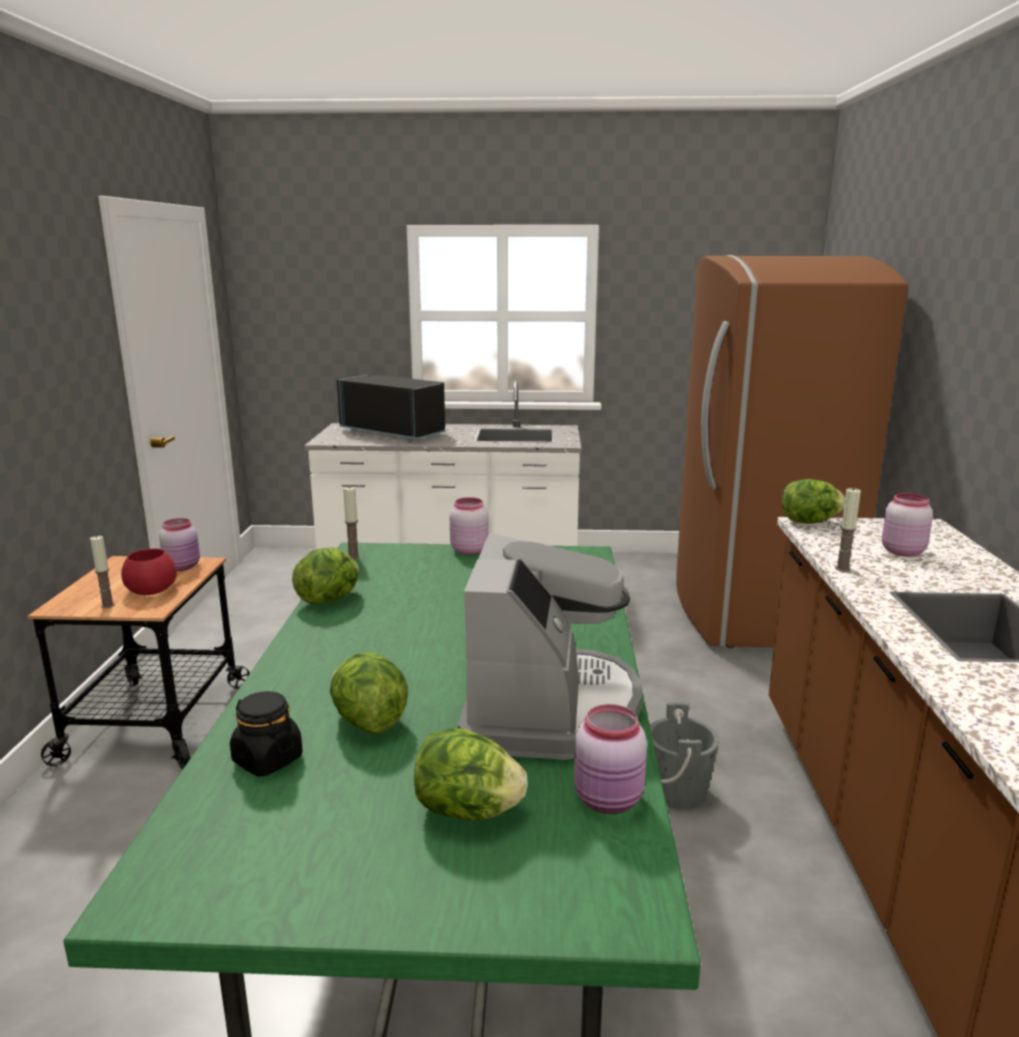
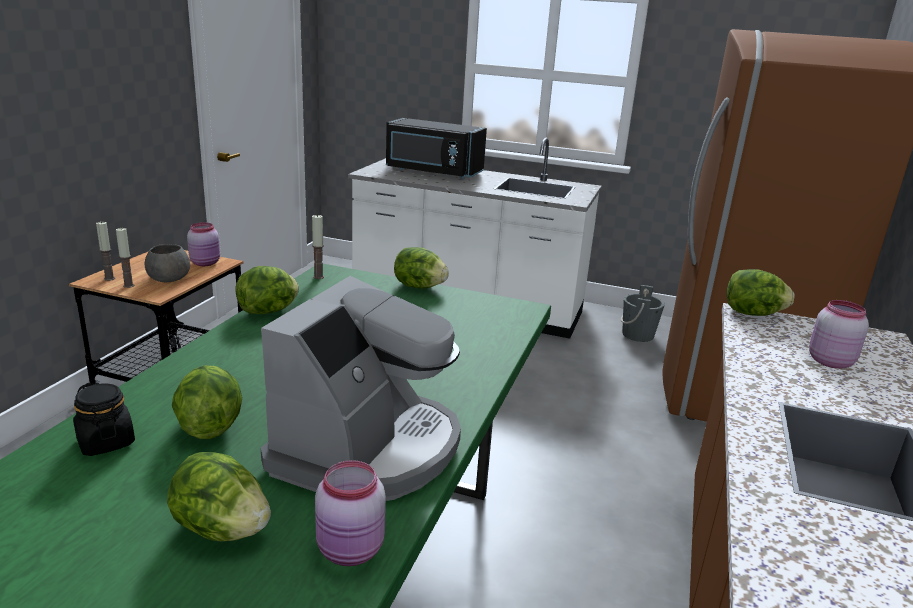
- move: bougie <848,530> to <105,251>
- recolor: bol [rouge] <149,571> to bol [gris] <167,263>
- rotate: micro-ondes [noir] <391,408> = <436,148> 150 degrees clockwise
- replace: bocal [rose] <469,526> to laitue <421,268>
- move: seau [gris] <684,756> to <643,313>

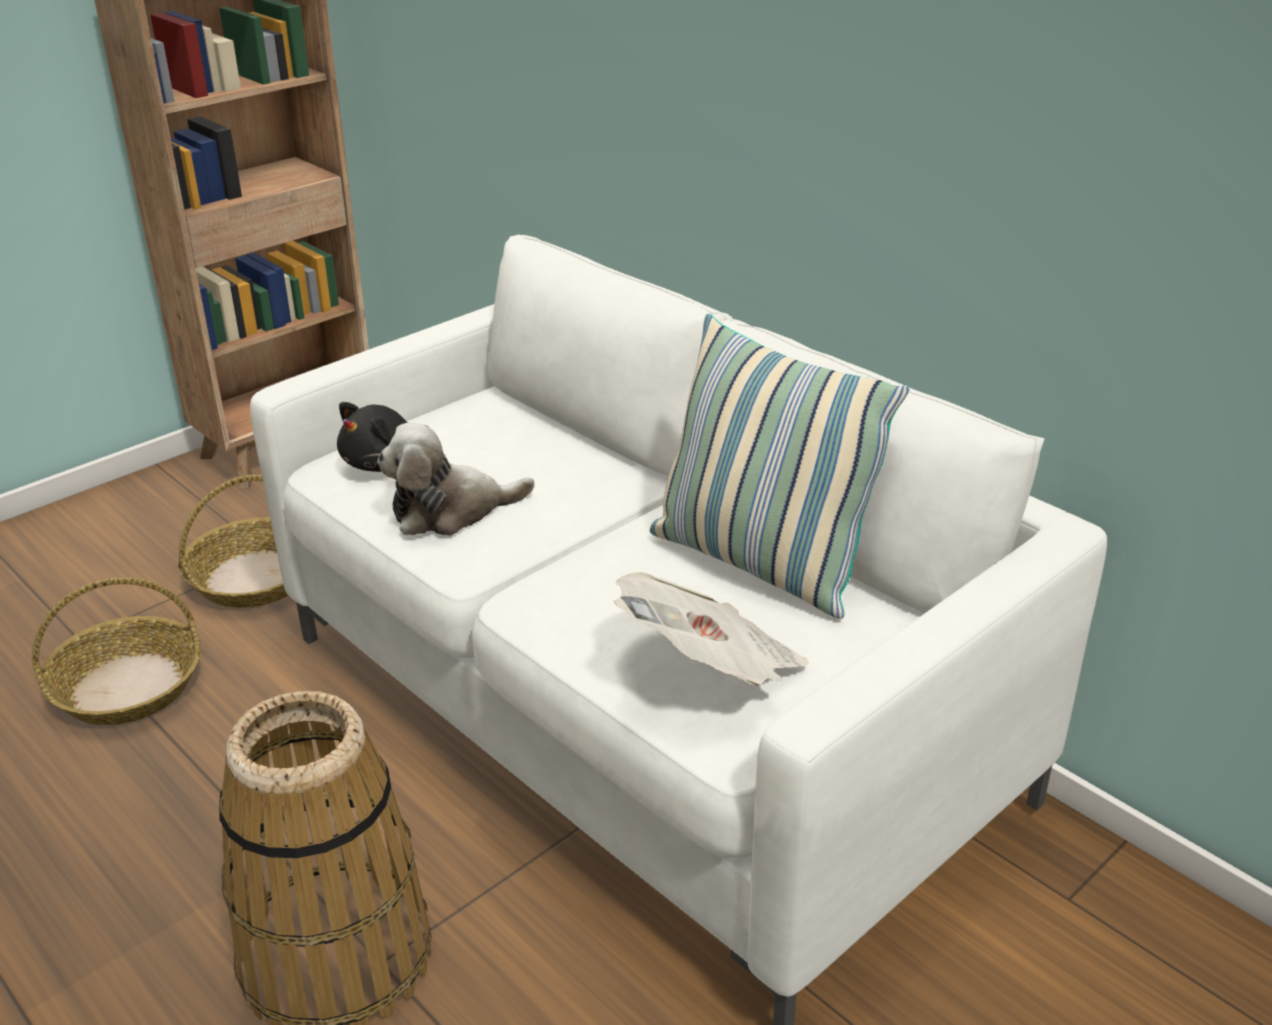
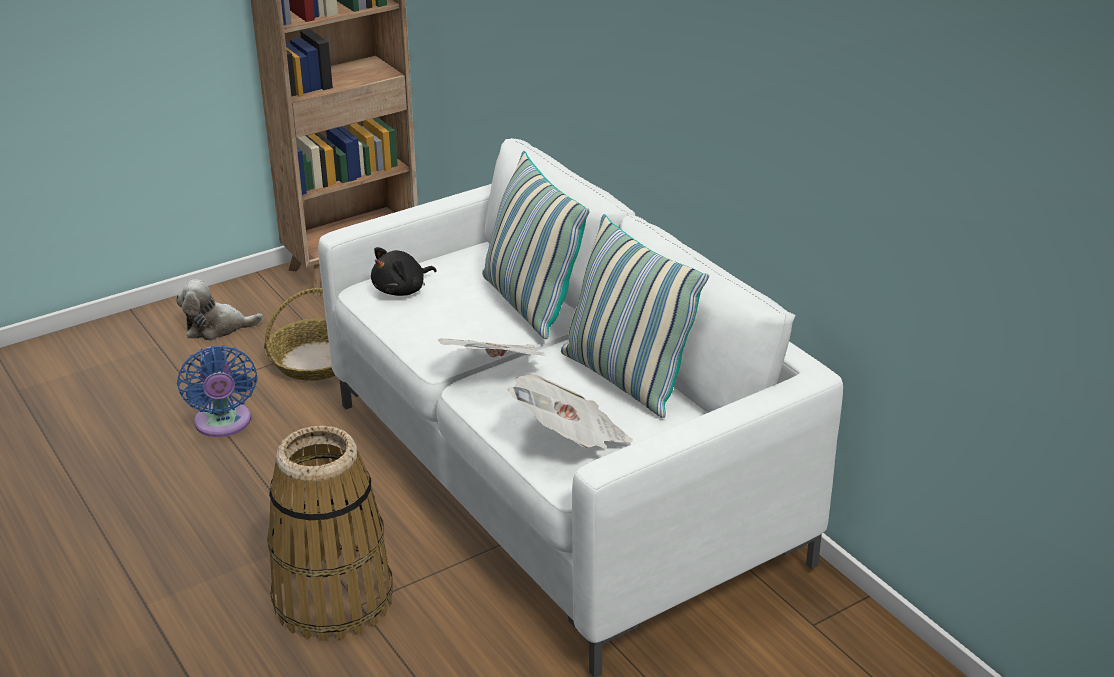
- move: peluche <456,478> to <219,310>
- replace: panier <116,651> to ventilateur [bleu] <217,391>
- insert: journal <491,347>
- insert: coussin <536,245>

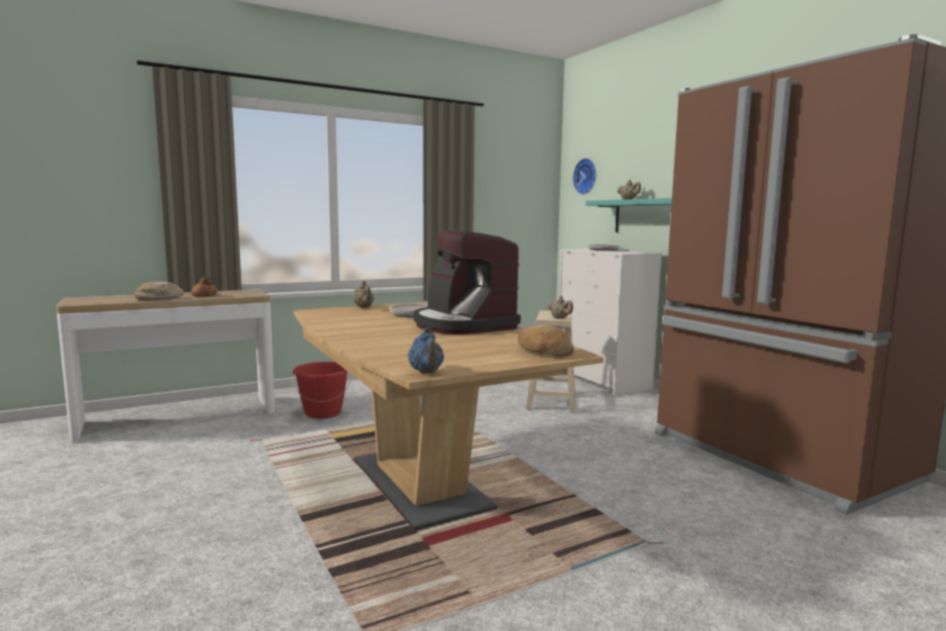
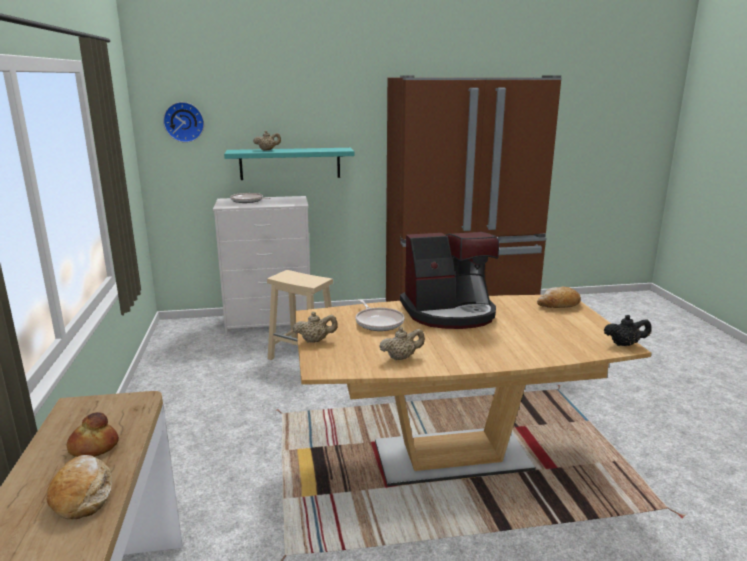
- move: théière [beige] <560,307> to <402,343>
- recolor: théière [bleu] <426,350> to théière [noir] <627,330>
- delete: seau [rouge] <322,390>

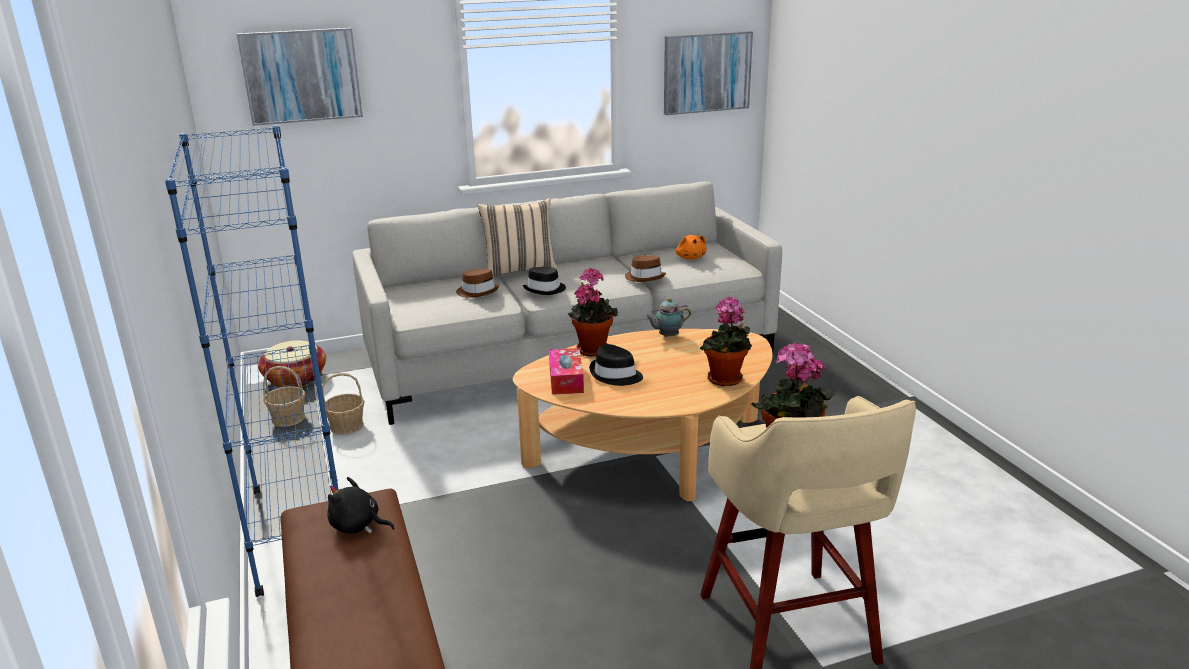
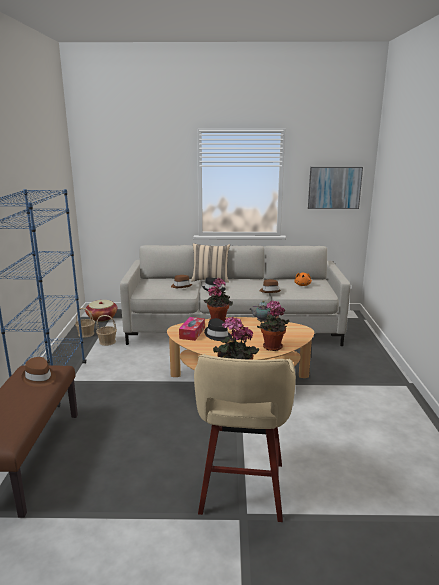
- replace: peluche [noir] <361,505> to chapeau [marron] <38,372>
- delete: tableau <300,77>

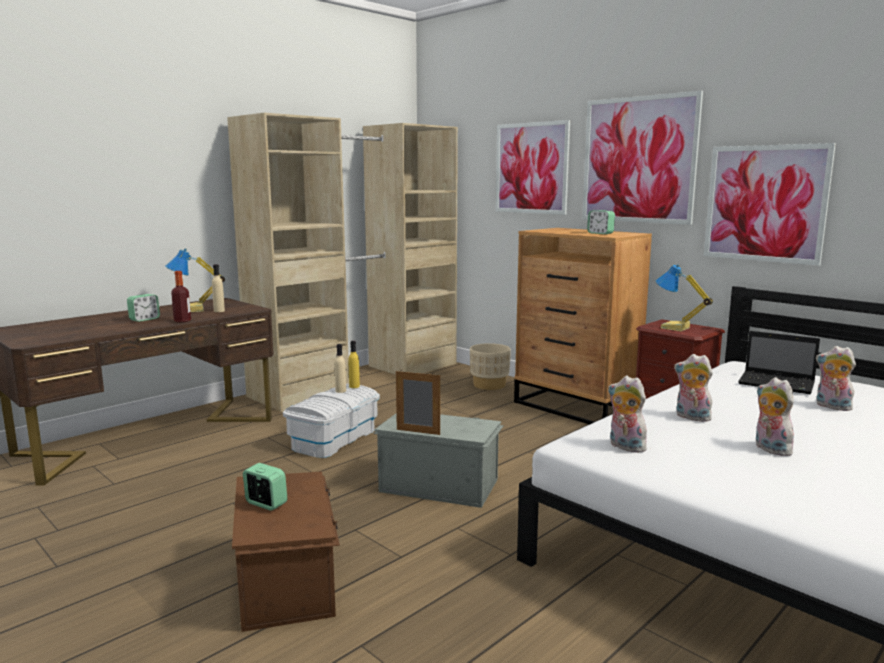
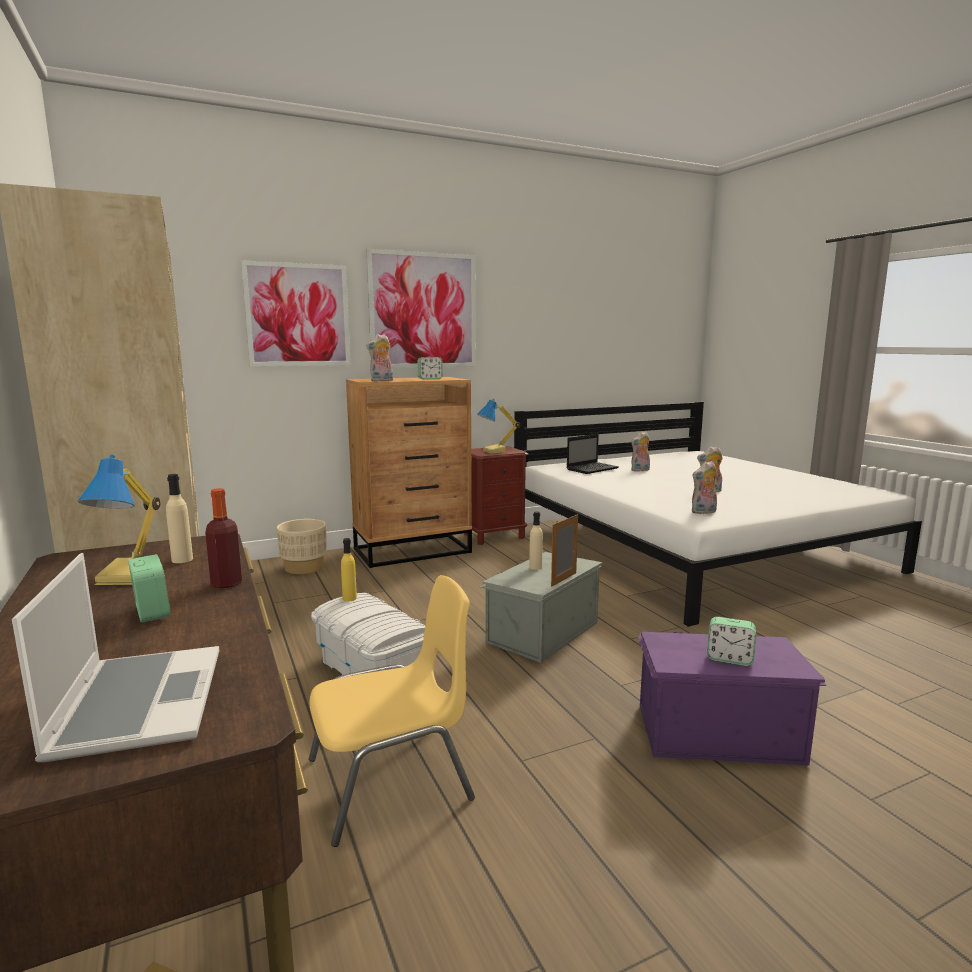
- insert: ordinateur portable <115,657>
- insert: chaise [jaune] <392,711>
- move: peluche <693,388> to <379,358>
- move: bouteille [beige] <340,368> to <536,540>
- recolor: boîte de rangement [marron] <286,551> to boîte de rangement [violet] <732,699>
- rotate: réveil <265,487> = <731,641> 120 degrees counterclockwise
- delete: tableau <770,204>

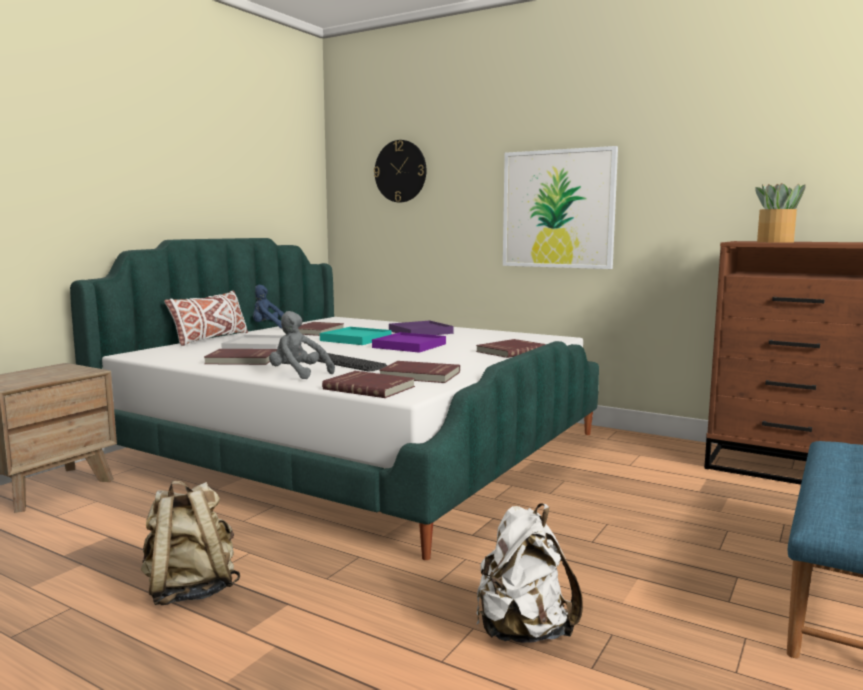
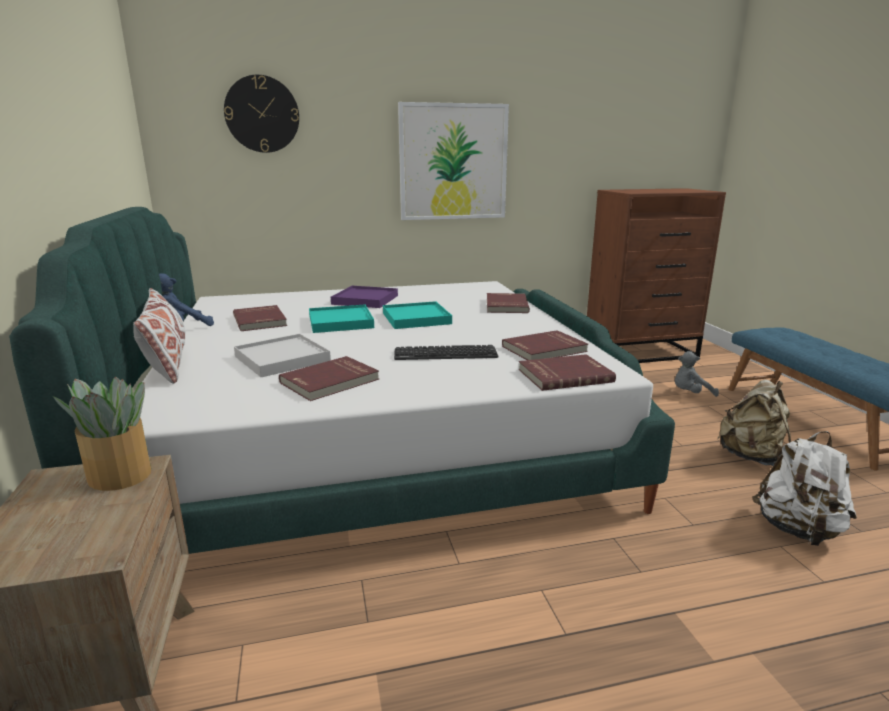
- move: plante en pot <780,213> to <102,434>
- recolor: plateau [violet] <409,342> to plateau [turquoise] <417,315>
- move: peluche [gris] <302,345> to <697,374>
- move: sac à dos [beige] <190,543> to <754,423>

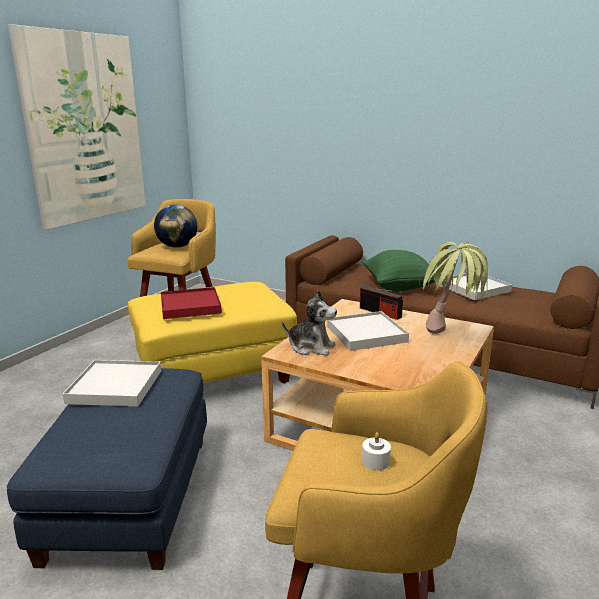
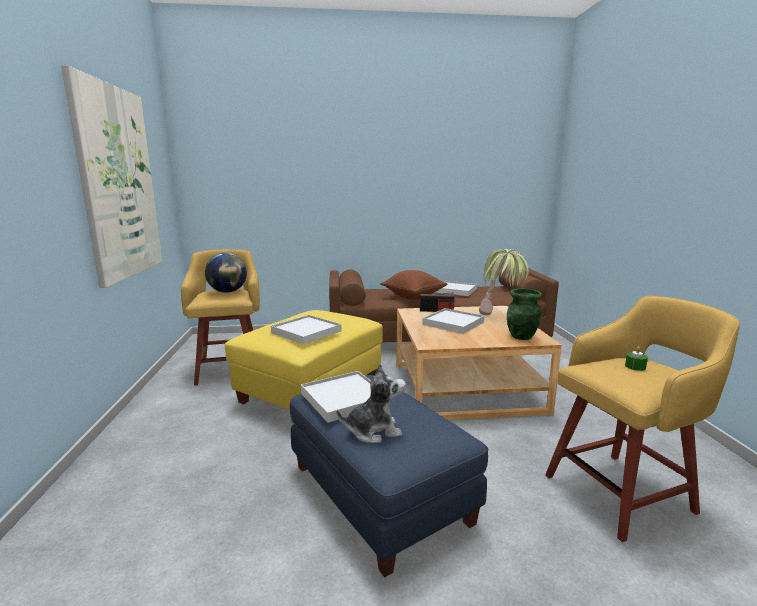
- recolor: plateau [rouge] <191,303> to plateau [blanc] <306,329>
- move: peluche <309,323> to <371,403>
- recolor: coussin [vert] <398,270> to coussin [marron] <413,285>
- insert: vase [vert] <524,314>
- recolor: bougie [blanc] <376,451> to bougie [vert] <636,358>

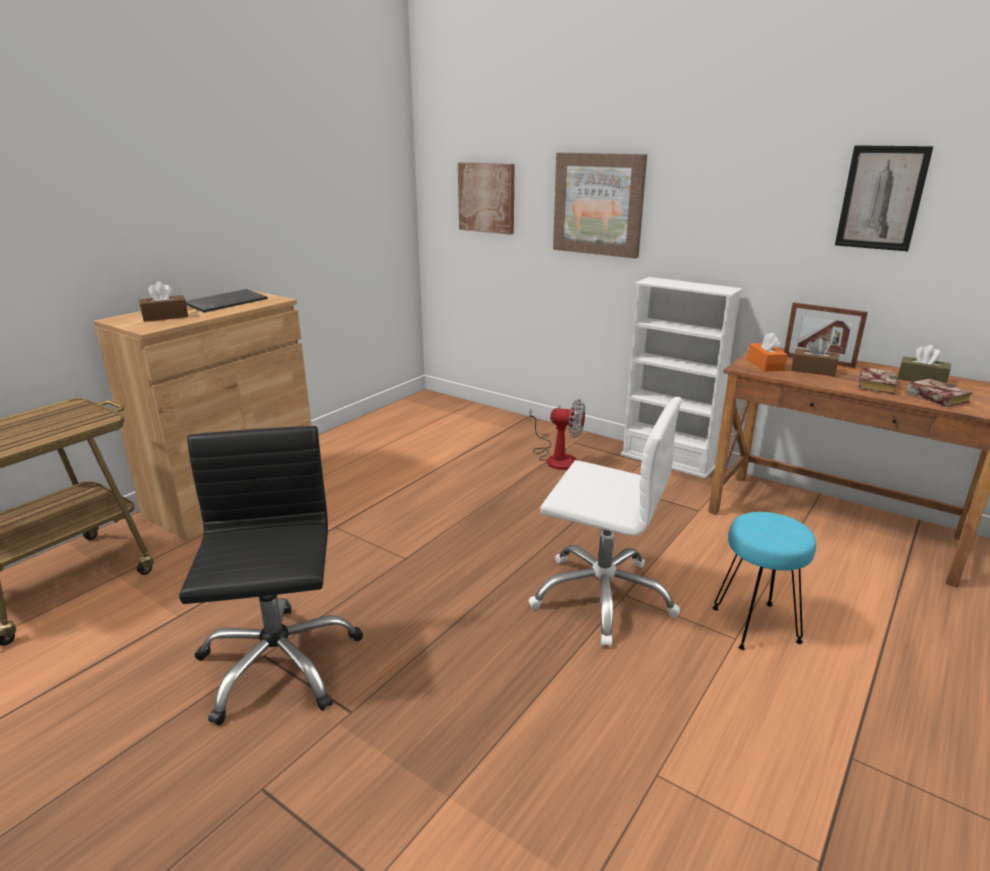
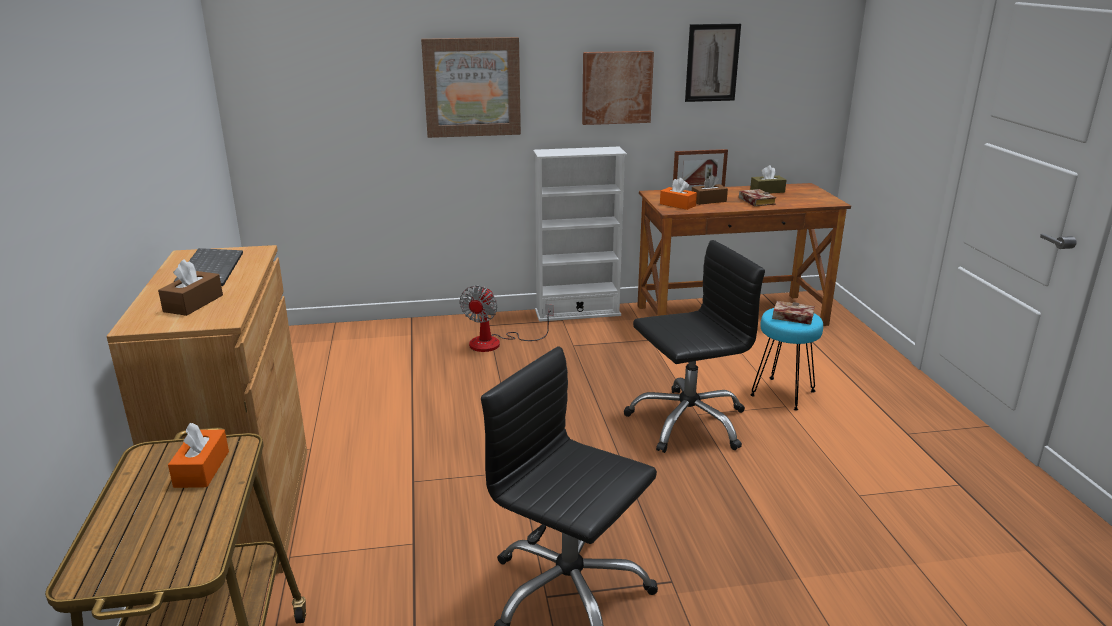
- insert: boîte à mouchoirs [orange] <198,455>
- rotate: ventilateur <557,434> = <506,318> 135 degrees clockwise
- move: tableau <486,198> to <618,88>
- recolor: chaise de bureau [blanc] <605,522> to chaise de bureau [noir] <694,346>
- move: livre <939,393> to <793,313>

